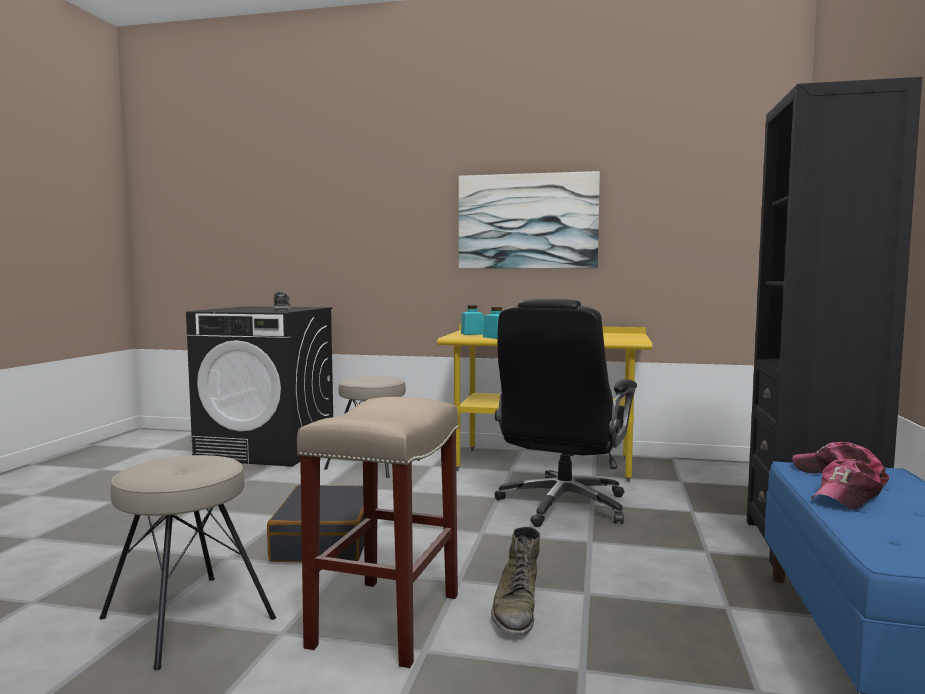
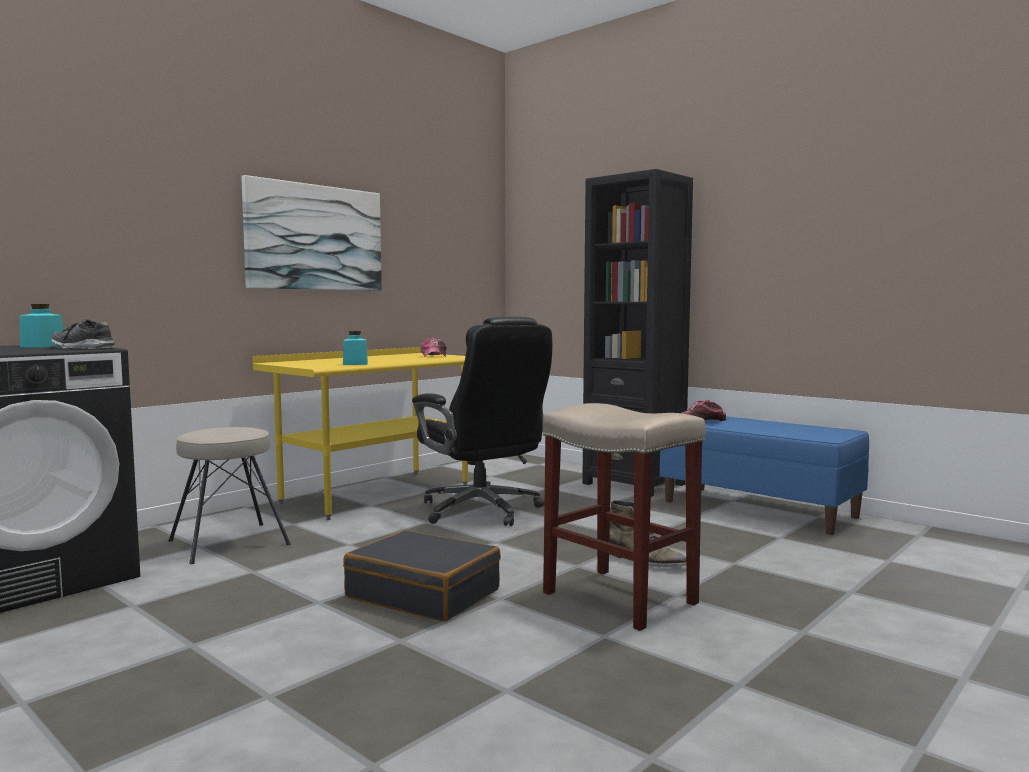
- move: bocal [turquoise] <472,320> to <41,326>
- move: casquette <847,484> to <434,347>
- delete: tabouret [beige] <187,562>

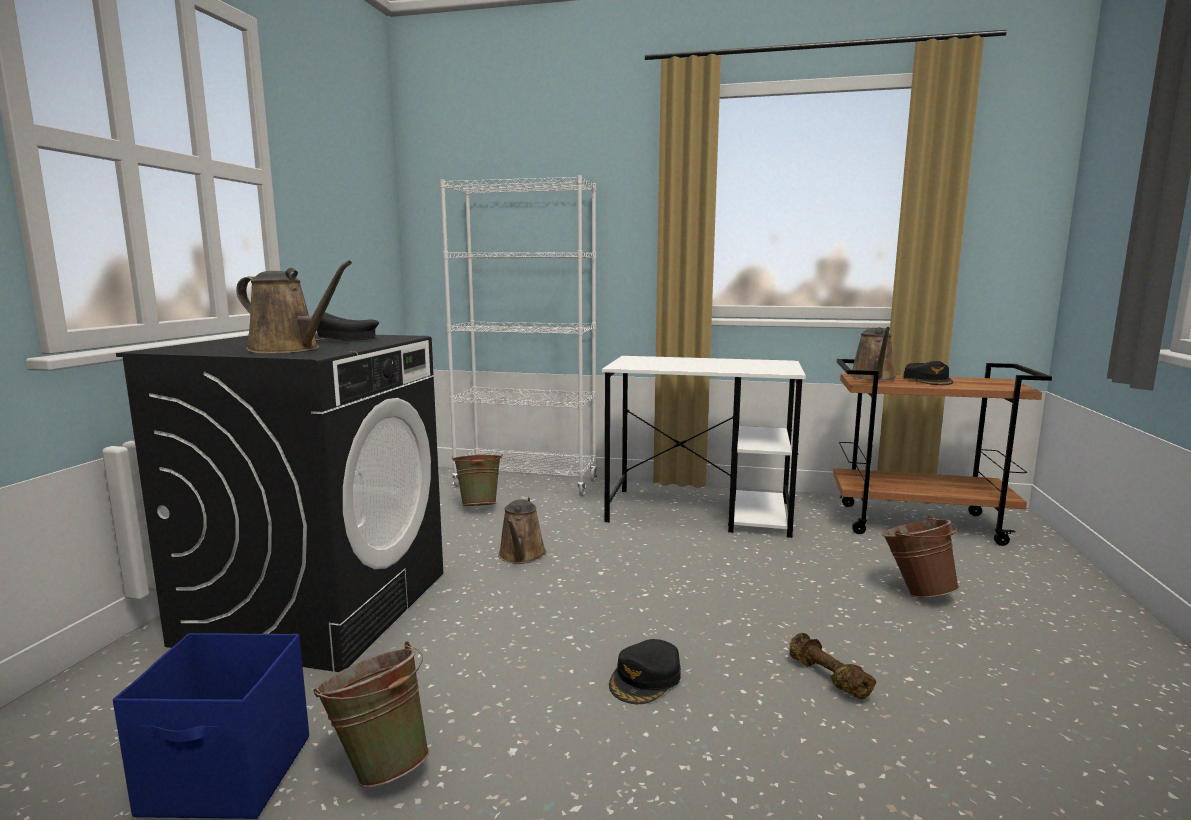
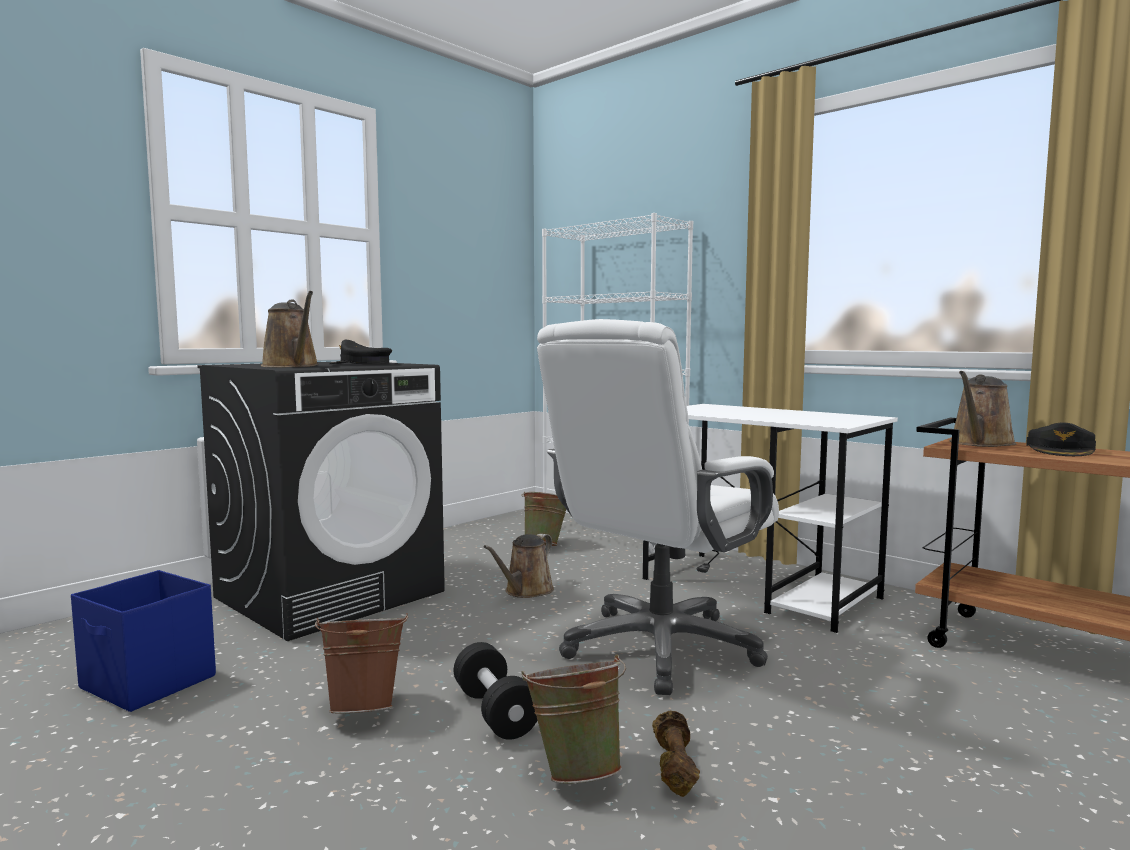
- move: seau [marron] <920,557> to <361,663>
- replace: casquette [noir] <645,671> to haltère [noir] <495,691>
- move: seau [vert] <371,714> to <573,719>
- insert: chaise de bureau [blanc] <658,507>

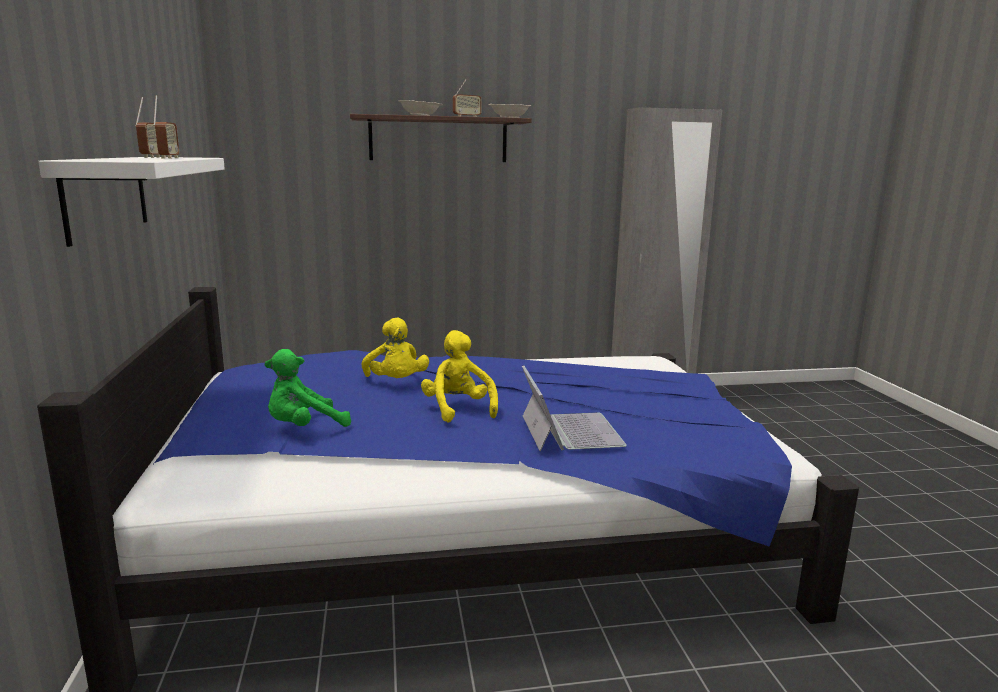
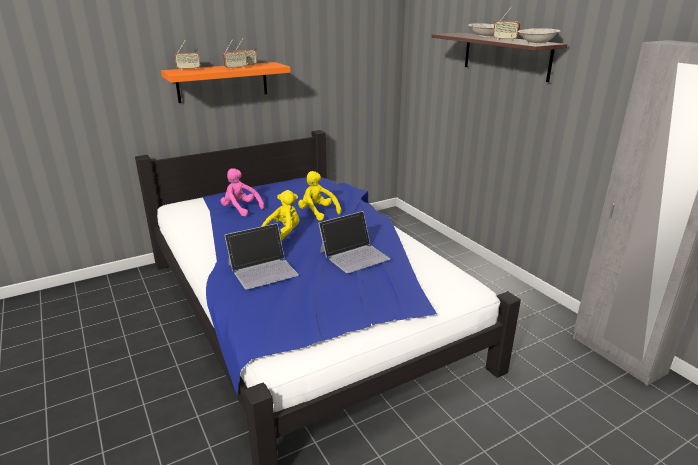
- recolor: étagère [blanc] <131,202> to étagère [orange] <226,82>
- insert: radio <187,55>
- recolor: peluche [vert] <308,388> to peluche [rose] <242,192>
- rotate: peluche [jaune] <395,347> = <319,196> 90 degrees clockwise
- insert: ordinateur portable <354,242>

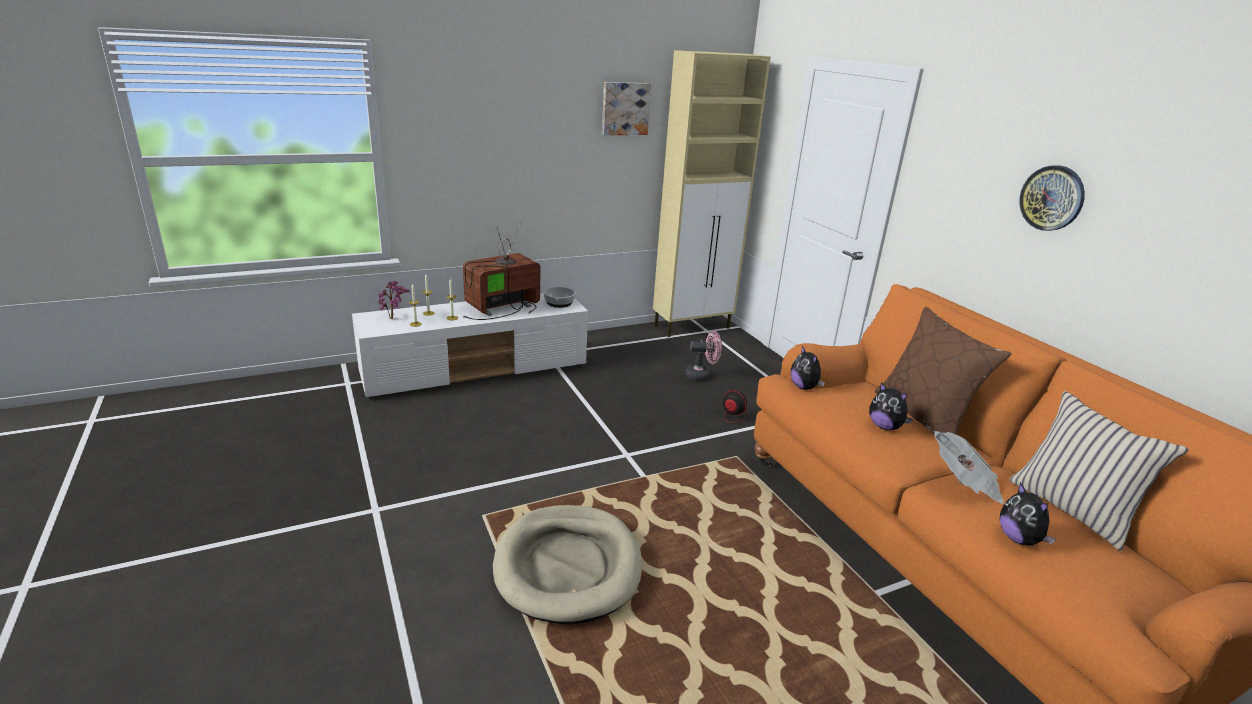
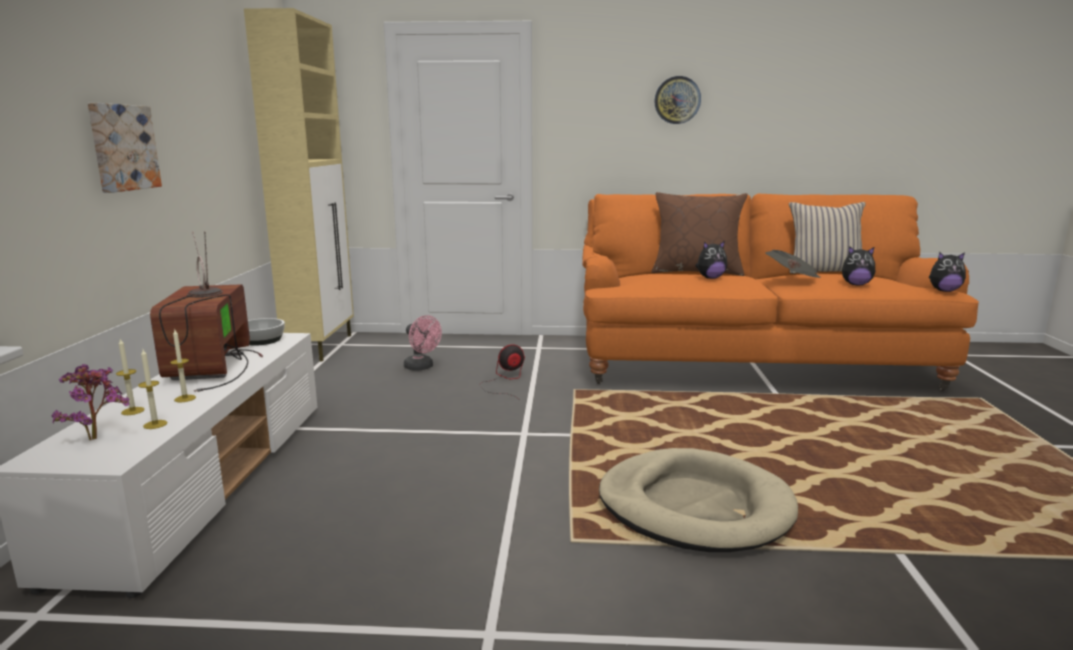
- move: tableau <626,108> to <125,148>
- rotate: ventilateur [rose] <703,356> = <423,343> 105 degrees clockwise
- move: peluche <808,368> to <947,272>

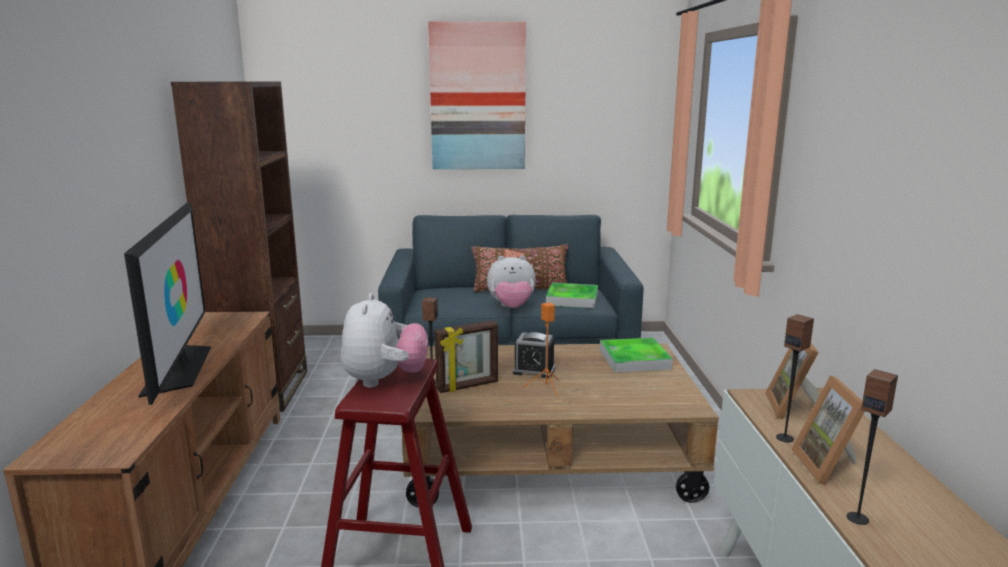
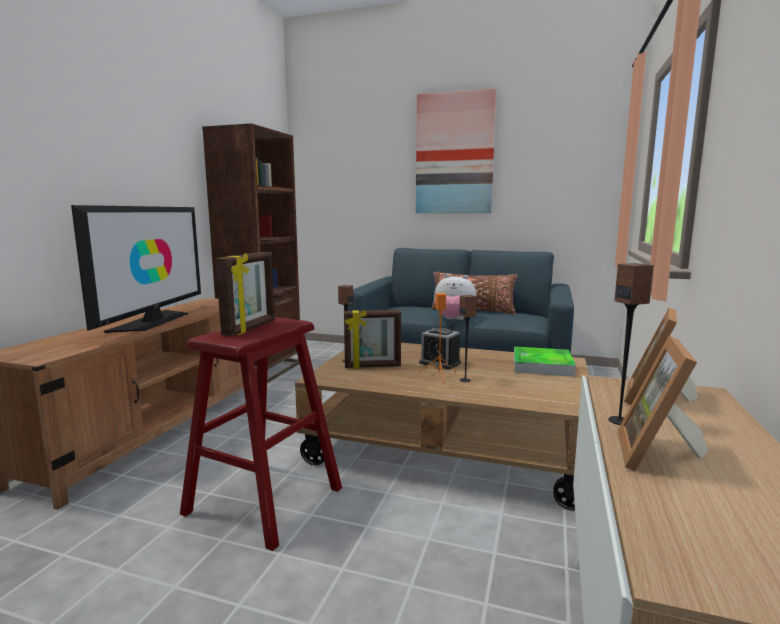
- replace: peluche <384,340> to cadre photo <245,294>
- move: enceinte <872,447> to <468,338>
- delete: plateau <572,295>

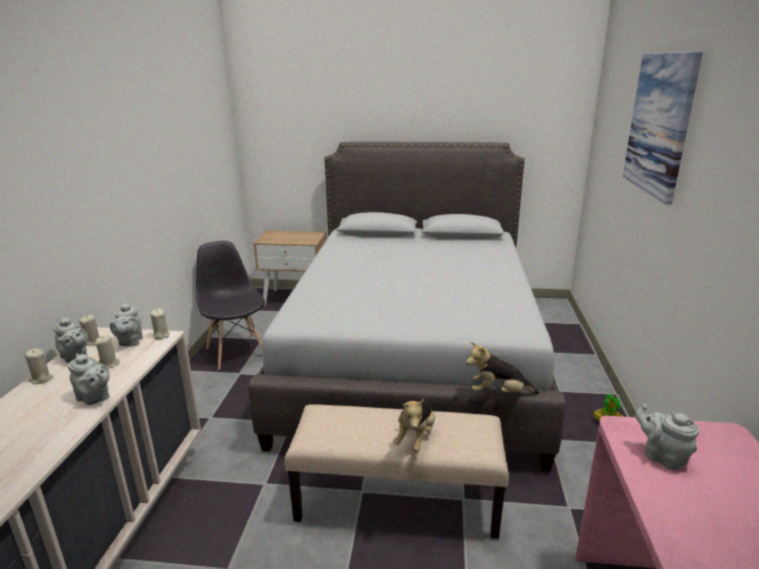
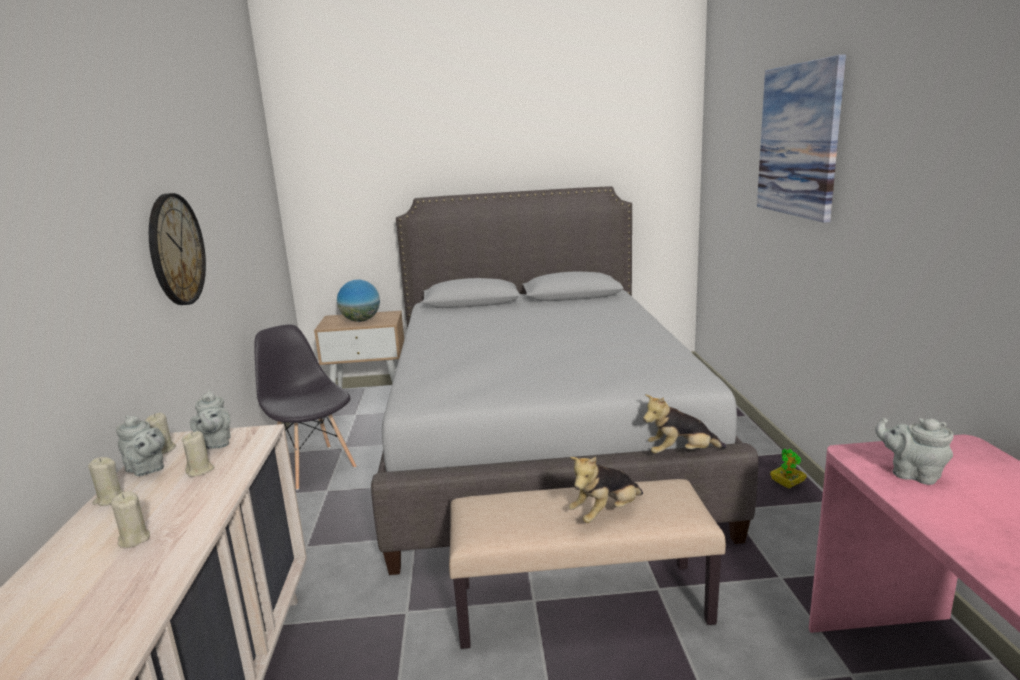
- move: bougie [beige] <160,324> to <130,519>
- insert: horloge murale <177,249>
- insert: globe <358,301>
- rotate: peluche <414,425> = <606,490> 45 degrees clockwise
- delete: théière [gris] <89,379>

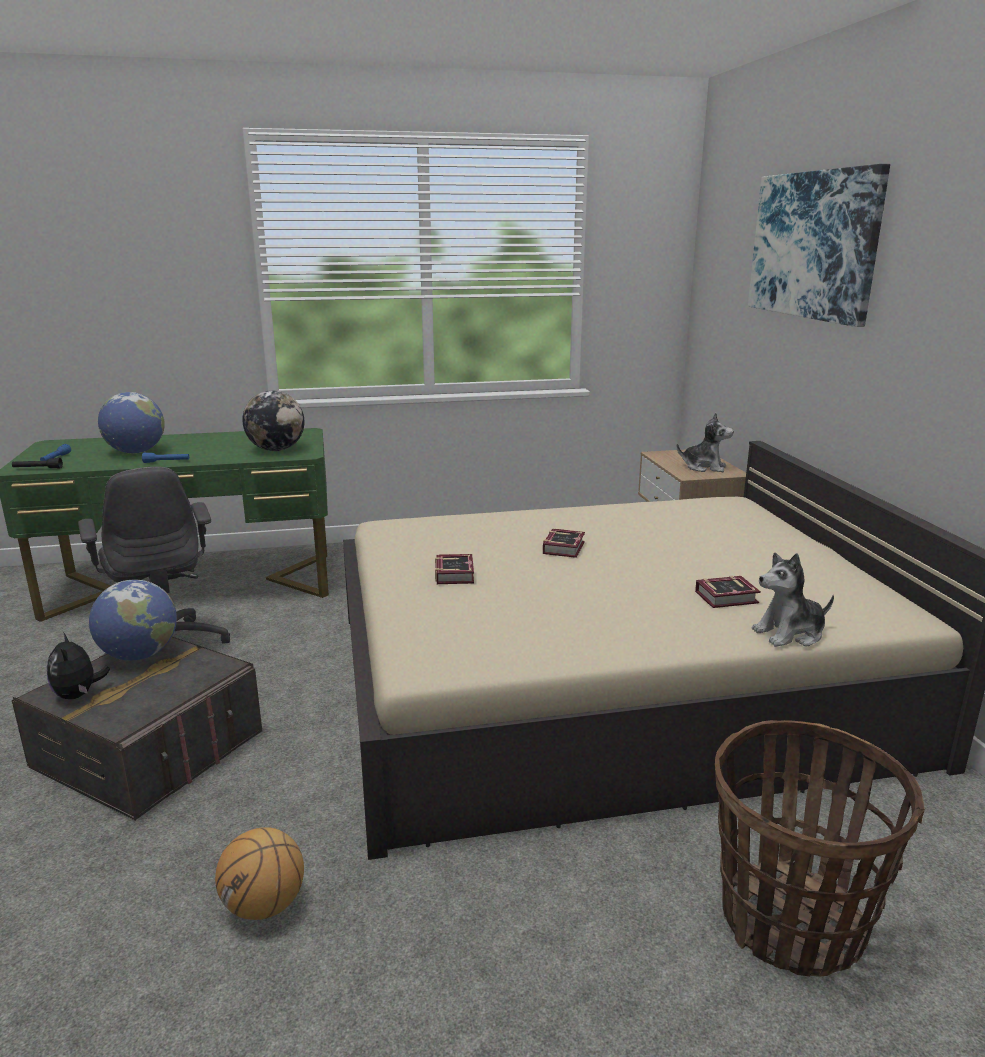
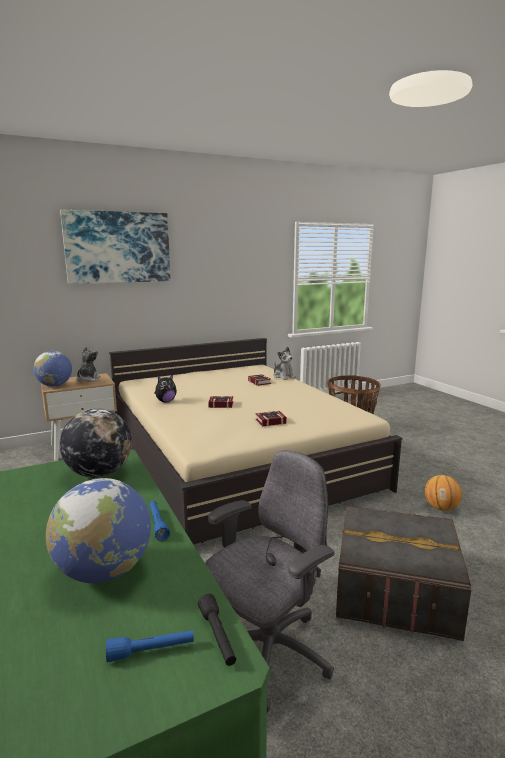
- move: globe <133,620> to <52,369>
- move: peluche <78,665> to <165,389>

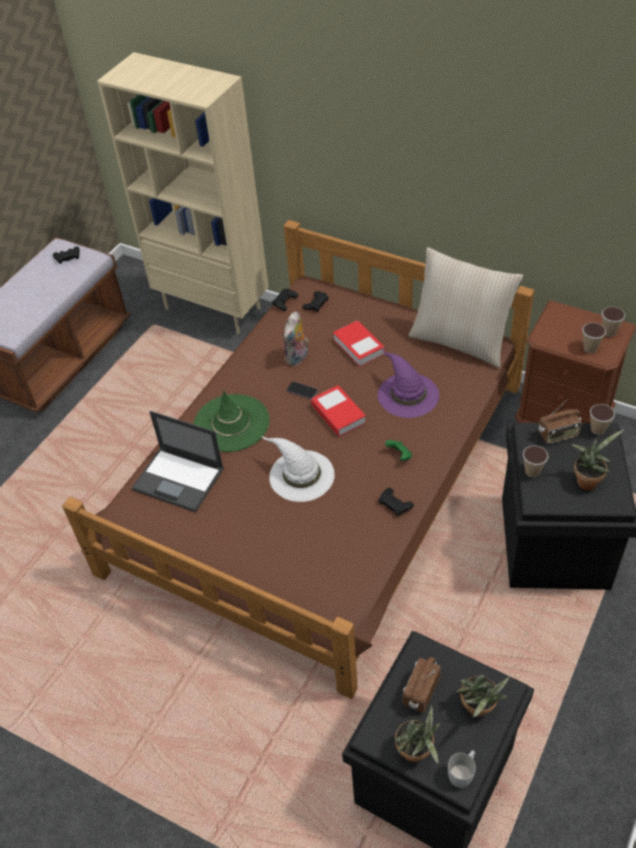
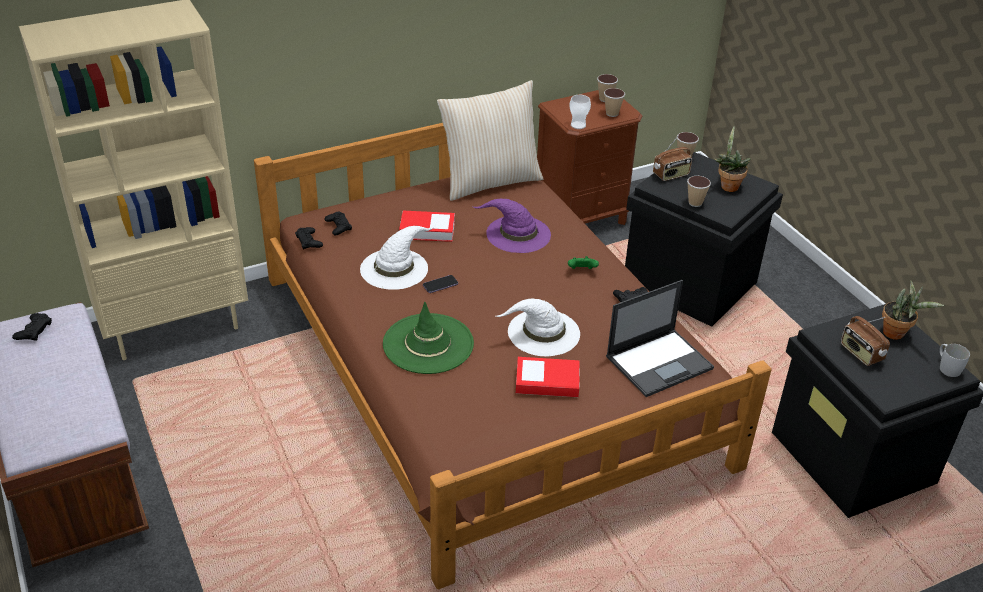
- replace: peluche <295,339> to chapeau [blanc] <397,258>
- move: livre <338,411> to <547,377>
- insert: tasse <580,112>
- move: ordinateur portable <178,461> to <660,338>
- rotate: radio <560,421> = <672,158> 45 degrees clockwise
- delete: plante en pot <417,734>

